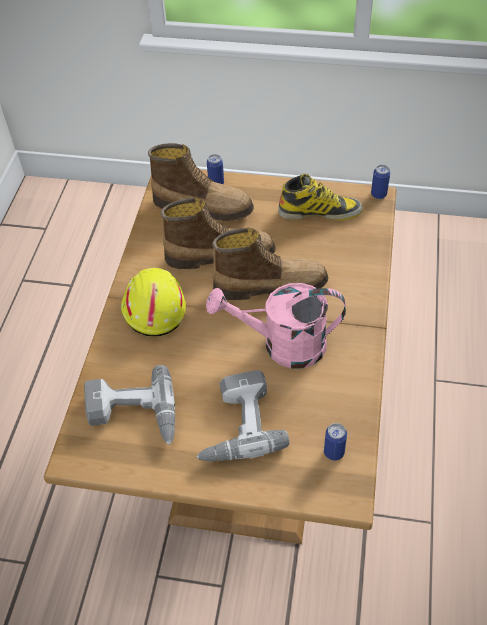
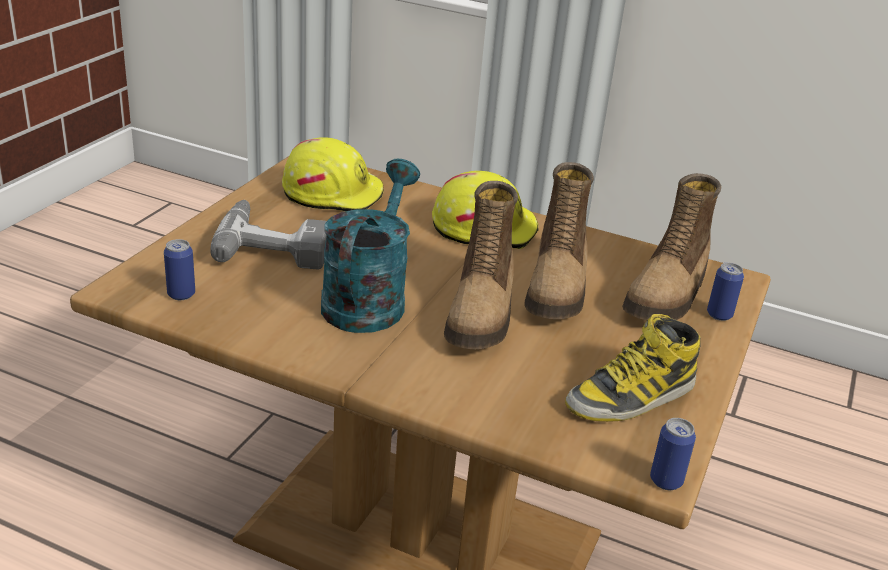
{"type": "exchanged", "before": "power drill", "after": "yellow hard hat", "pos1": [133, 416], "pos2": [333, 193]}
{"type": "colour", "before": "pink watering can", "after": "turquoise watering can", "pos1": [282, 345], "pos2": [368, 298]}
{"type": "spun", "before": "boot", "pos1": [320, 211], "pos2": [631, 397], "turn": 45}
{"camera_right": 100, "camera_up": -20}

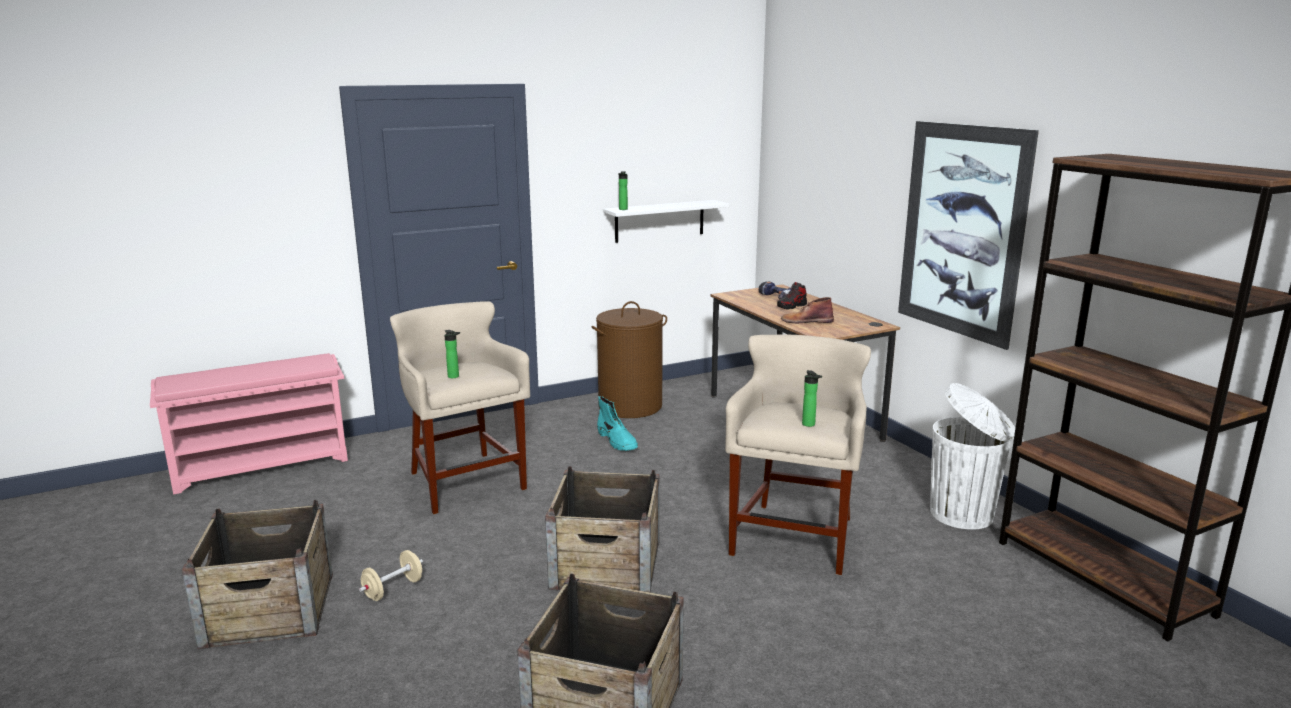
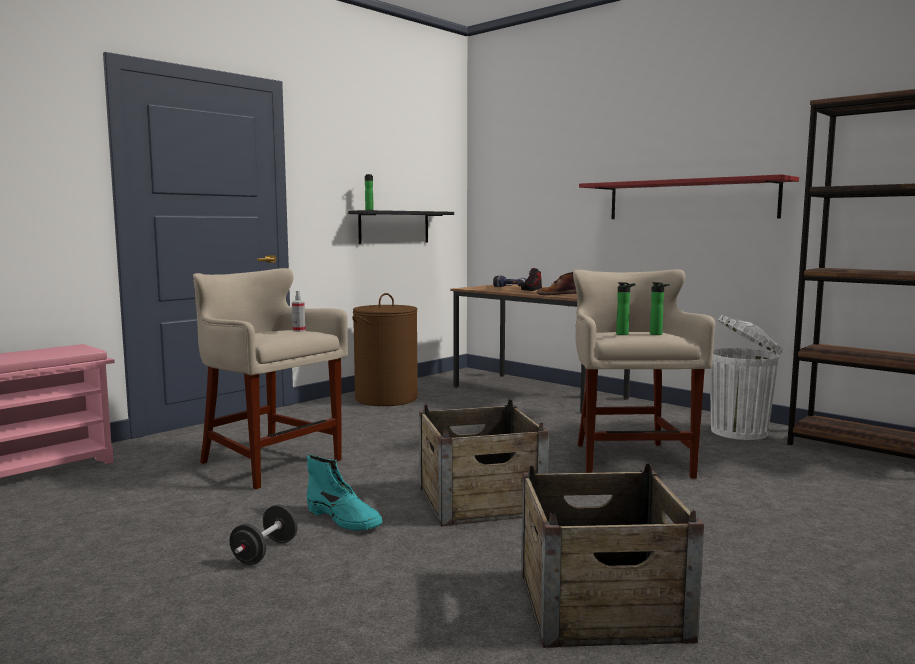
{"type": "colour", "before": "beige dumbbell", "after": "black dumbbell", "pos1": [393, 589], "pos2": [265, 552]}
{"type": "appeared", "after": "spray bottle", "pos2": [299, 330]}
{"type": "relocated", "before": "turquoise boot", "pos1": [617, 441], "pos2": [344, 519]}
{"type": "colour", "before": "white shelf", "after": "black shelf", "pos1": [659, 221], "pos2": [394, 227]}
{"type": "exchanged", "before": "picture", "after": "red shelf", "pos1": [961, 231], "pos2": [690, 200]}
{"type": "relocated", "before": "bottle", "pos1": [455, 377], "pos2": [624, 334]}
{"type": "missing", "before": "crate", "pos1": [269, 609]}
{"camera_right": -20, "camera_up": -10}

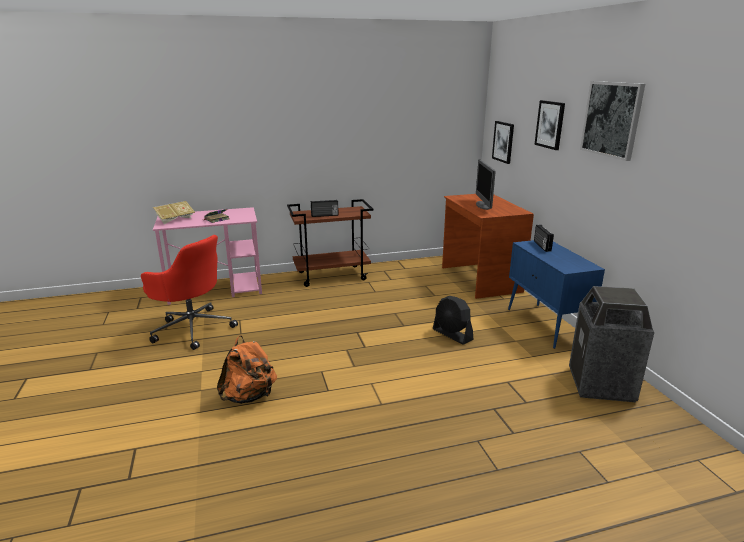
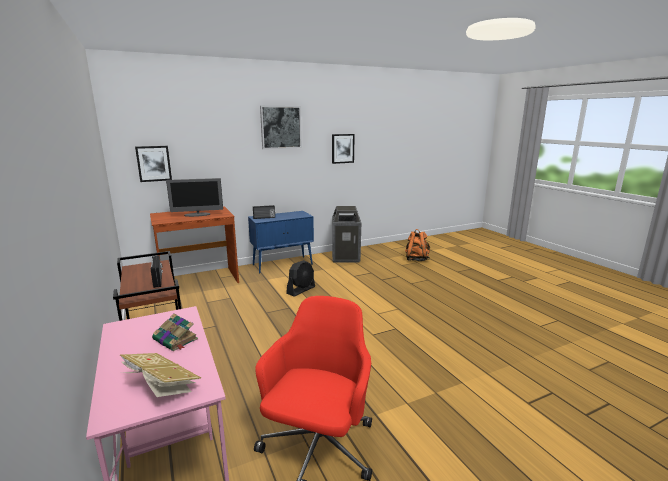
{"type": "relocated", "before": "picture", "pos1": [550, 124], "pos2": [342, 148]}
{"type": "relocated", "before": "orange backpack", "pos1": [249, 396], "pos2": [416, 259]}
{"camera_right": -100, "camera_up": -5}

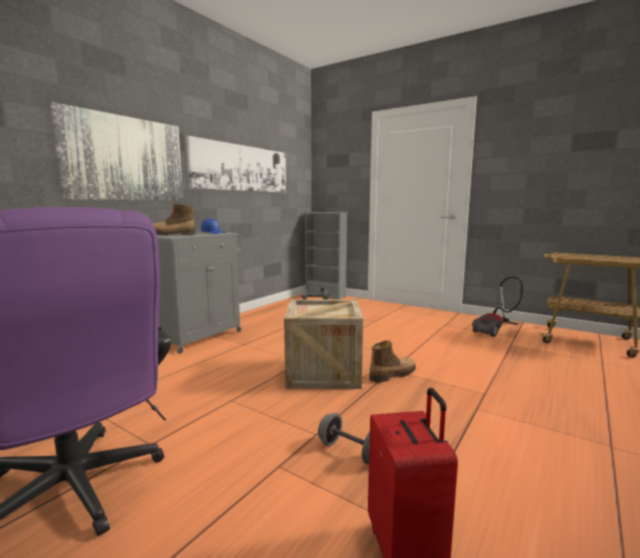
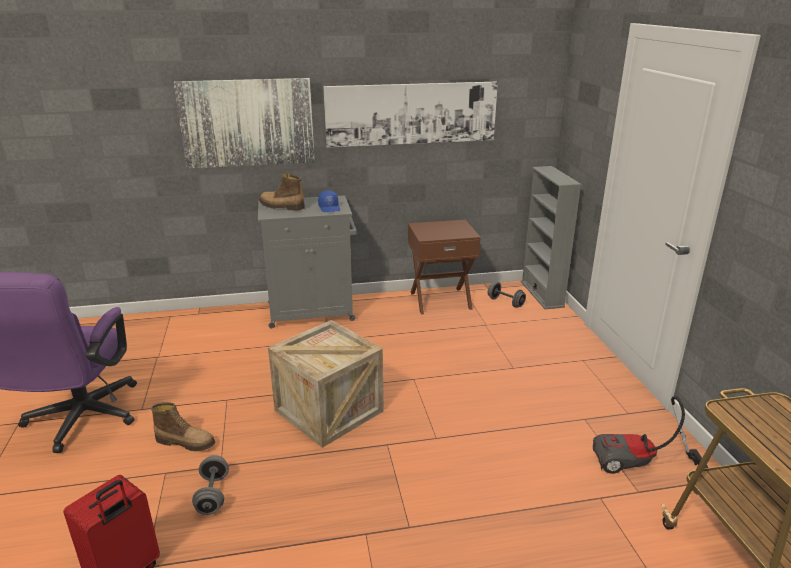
{"type": "relocated", "before": "boot", "pos1": [391, 375], "pos2": [186, 442]}
{"type": "appeared", "after": "brown nightstand", "pos2": [440, 300]}
{"camera_right": 45, "camera_up": 15}

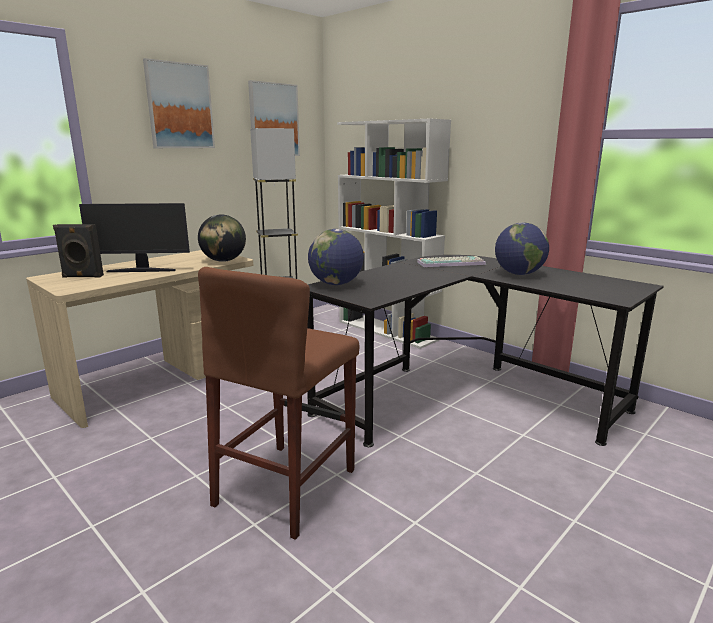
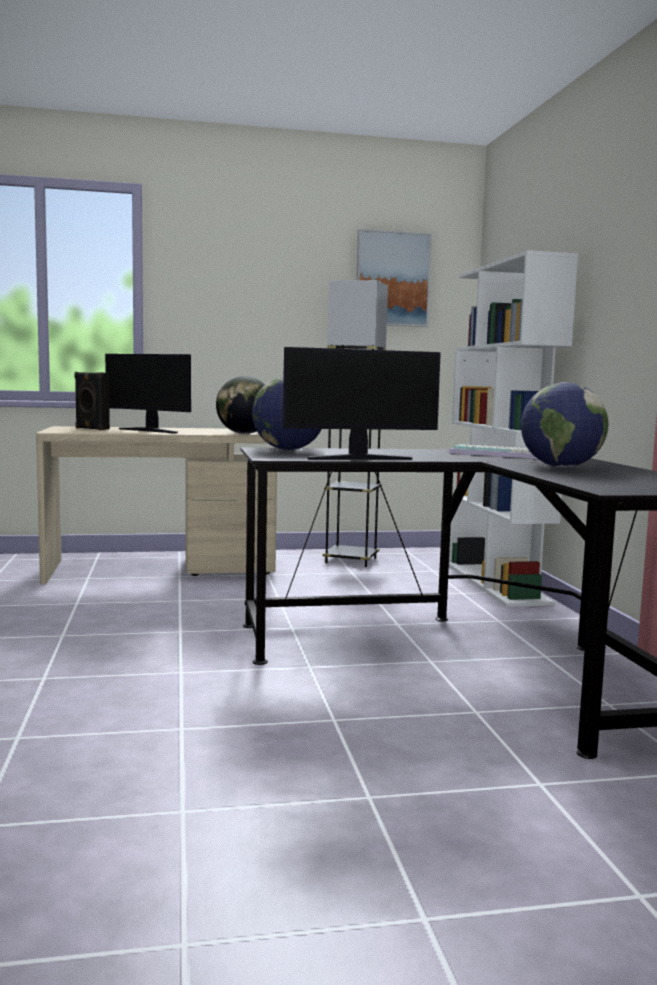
{"type": "appeared", "after": "monitor", "pos2": [359, 458]}
{"type": "missing", "before": "picture", "pos1": [179, 106]}
{"type": "missing", "before": "brown stool", "pos1": [286, 487]}
{"camera_right": 35, "camera_up": -10}

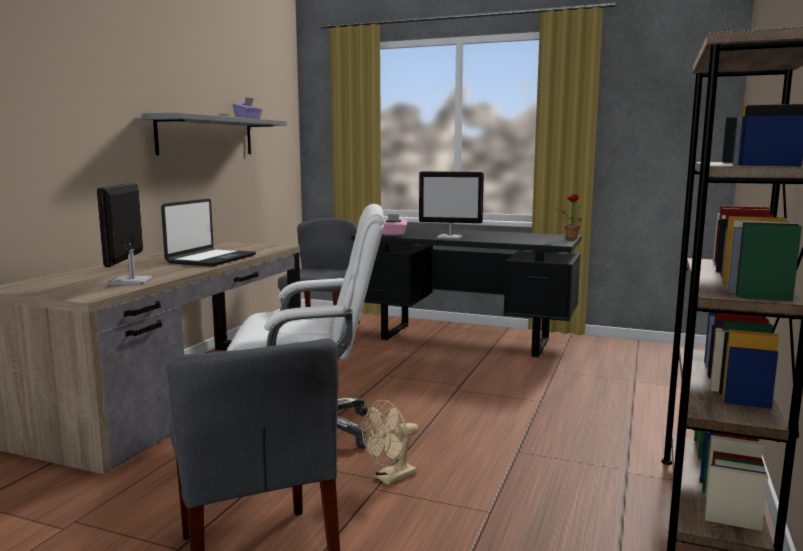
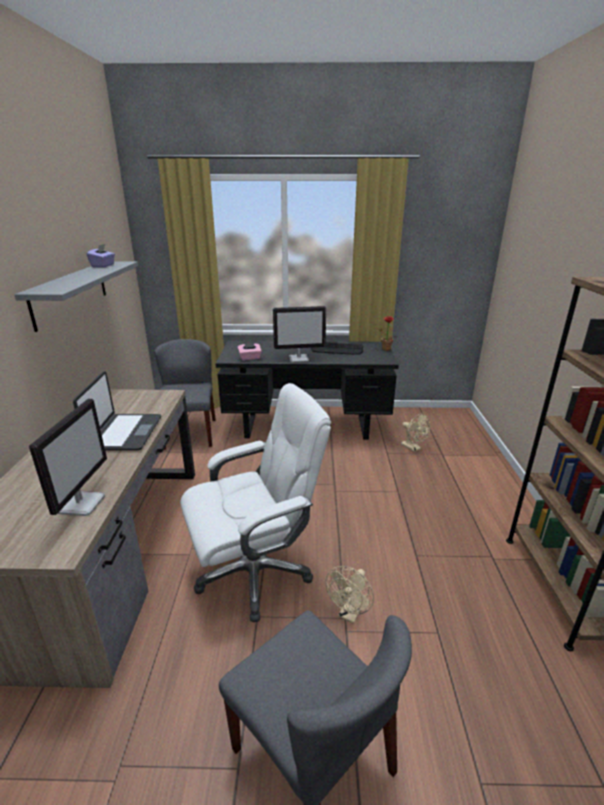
{"type": "spun", "before": "monitor", "pos1": [130, 281], "pos2": [82, 503], "turn": -150}
{"type": "appeared", "after": "keyboard", "pos2": [337, 349]}
{"type": "appeared", "after": "beige fan", "pos2": [413, 448]}
{"camera_right": -20, "camera_up": 15}

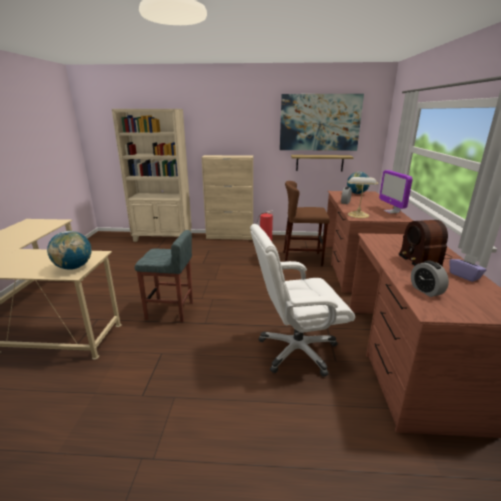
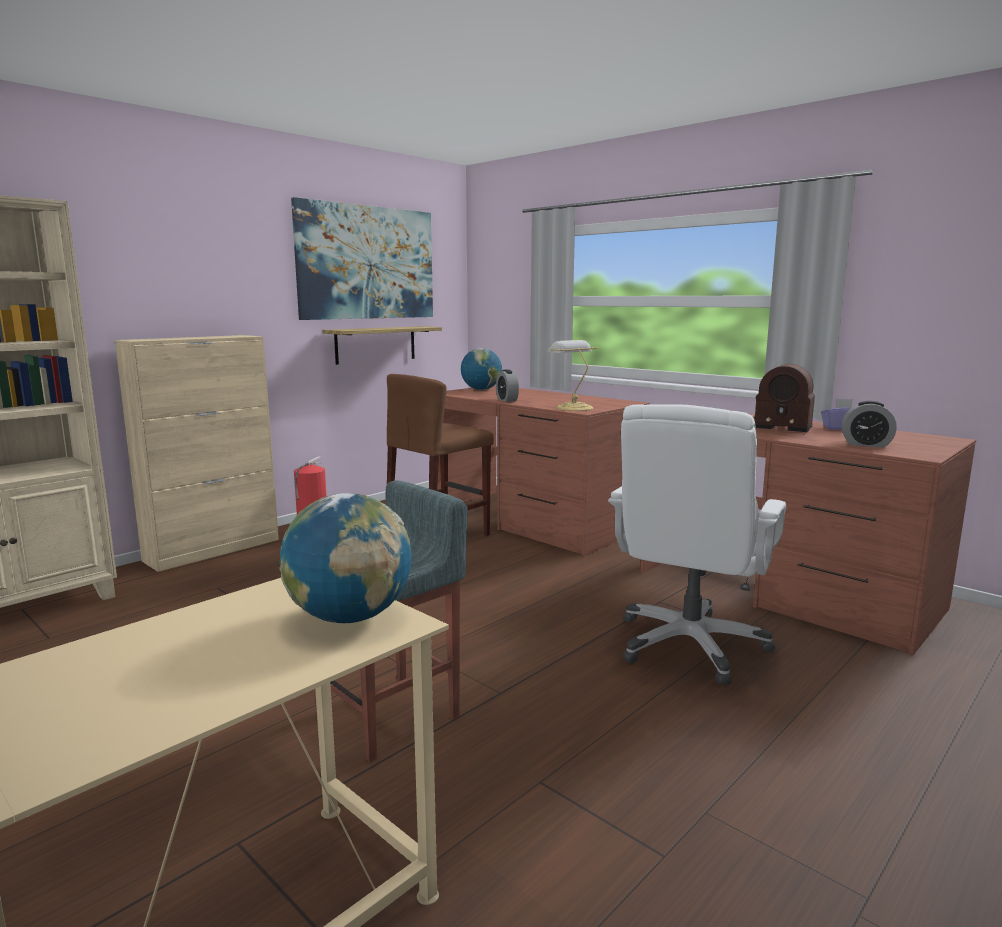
{"type": "missing", "before": "monitor", "pos1": [391, 211]}
{"camera_right": -50, "camera_up": -10}

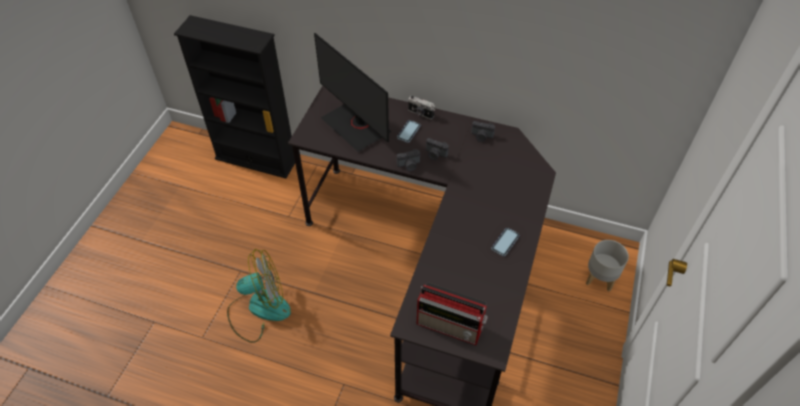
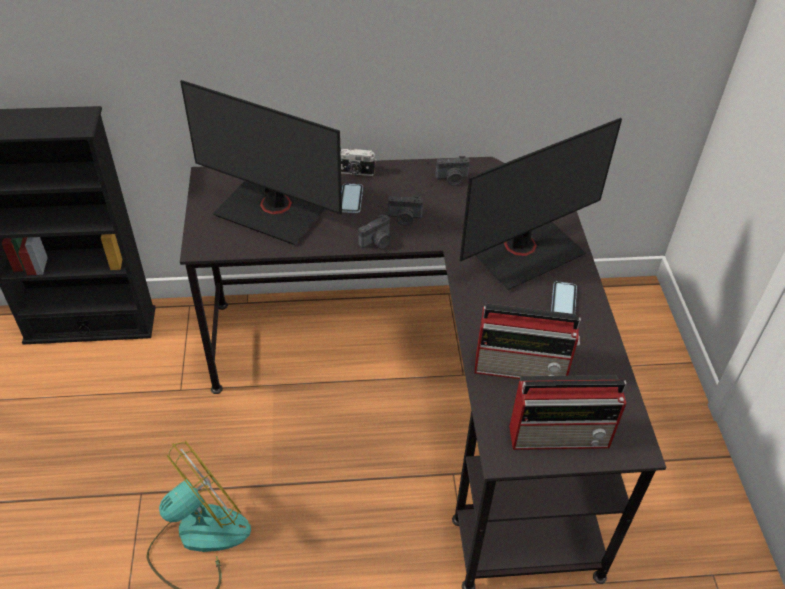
{"type": "appeared", "after": "monitor", "pos2": [524, 251]}
{"type": "appeared", "after": "radio", "pos2": [522, 367]}
{"type": "missing", "before": "grey planter", "pos1": [599, 279]}
{"camera_right": -25, "camera_up": -5}

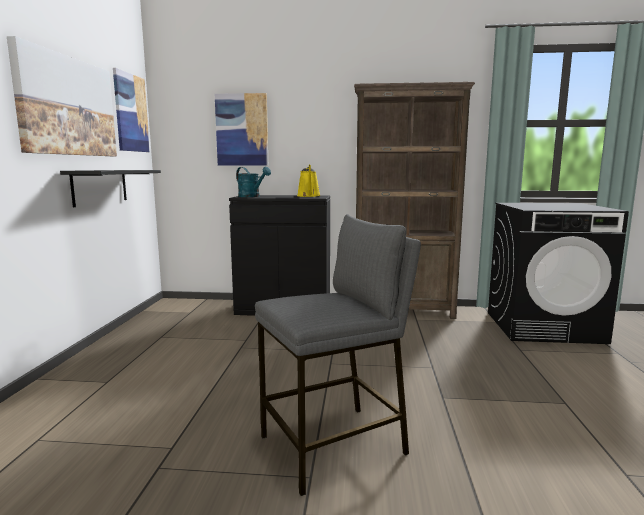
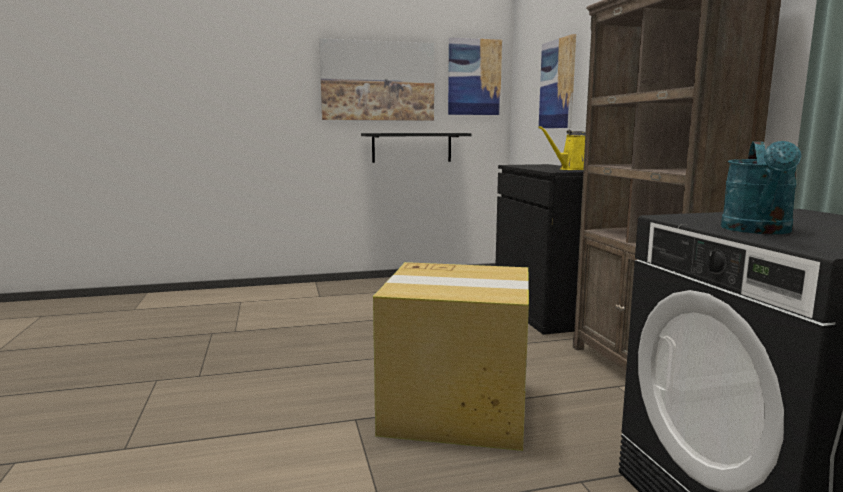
{"type": "appeared", "after": "cardboard box", "pos2": [458, 408]}
{"type": "relocated", "before": "turquoise watering can", "pos1": [252, 196], "pos2": [758, 231]}
{"type": "missing", "before": "grey stool", "pos1": [334, 446]}
{"camera_right": 70, "camera_up": 0}

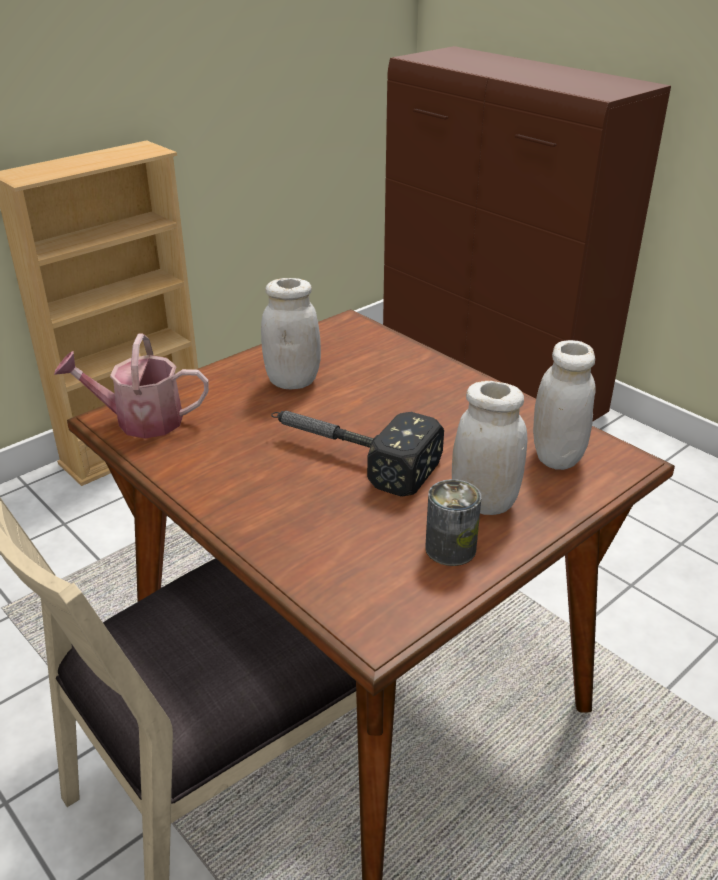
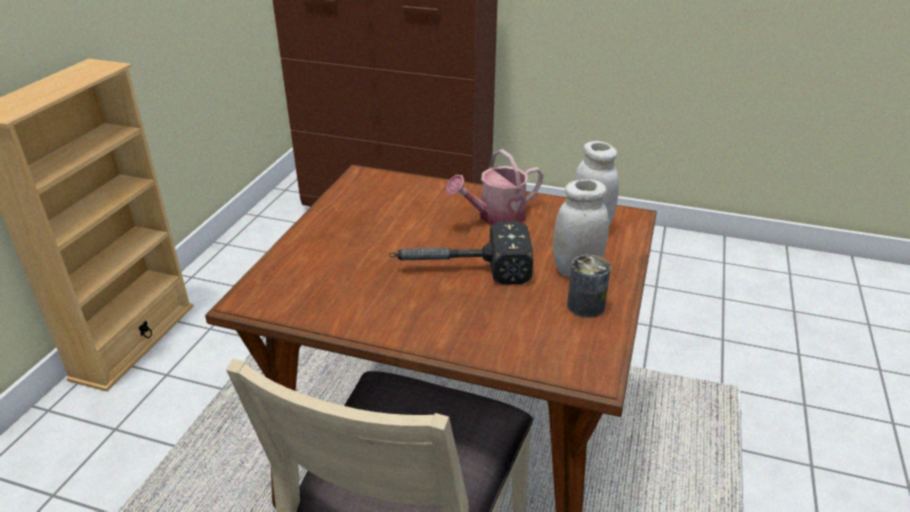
{"type": "relocated", "before": "watering can", "pos1": [140, 421], "pos2": [496, 217]}
{"type": "missing", "before": "white jar", "pos1": [293, 381]}
{"camera_right": -30, "camera_up": 0}

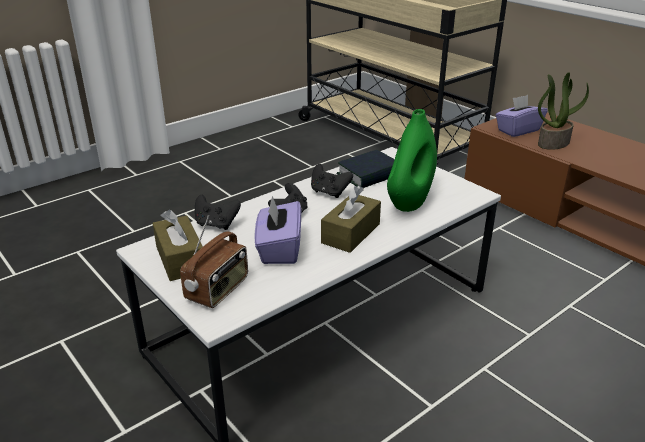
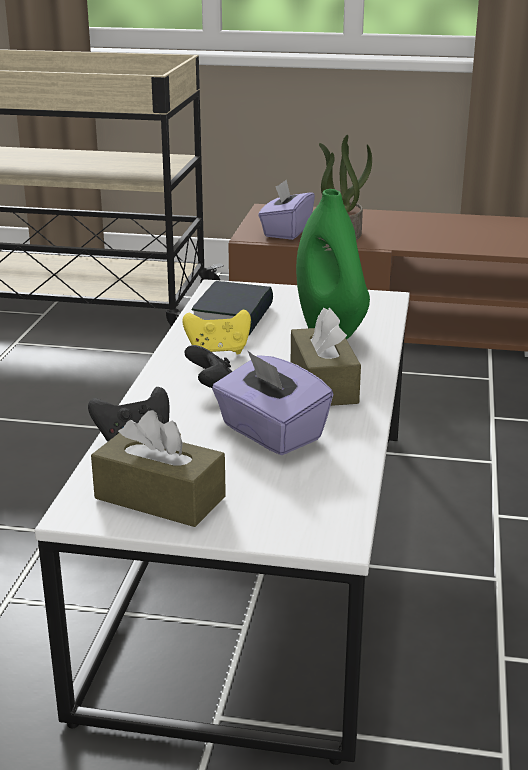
{"type": "colour", "before": "black game controller", "after": "yellow game controller", "pos1": [329, 192], "pos2": [218, 351]}
{"type": "missing", "before": "radio", "pos1": [218, 290]}
{"camera_right": -40, "camera_up": -5}

